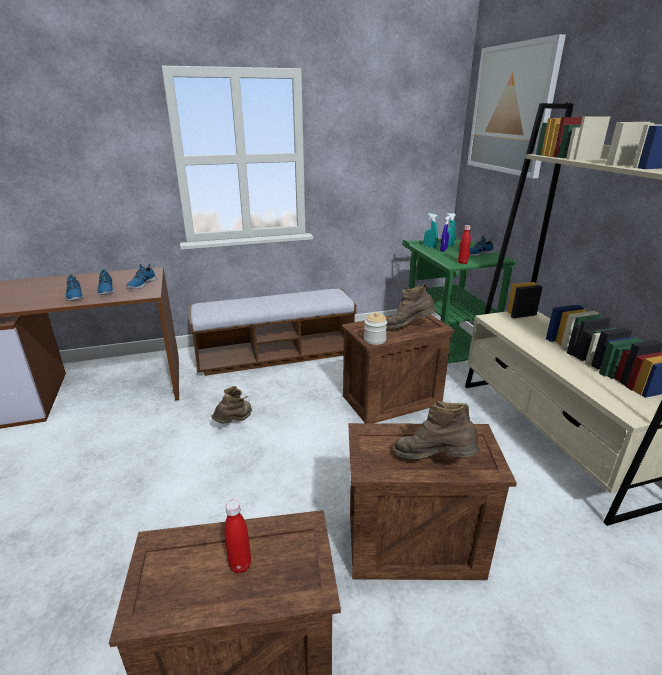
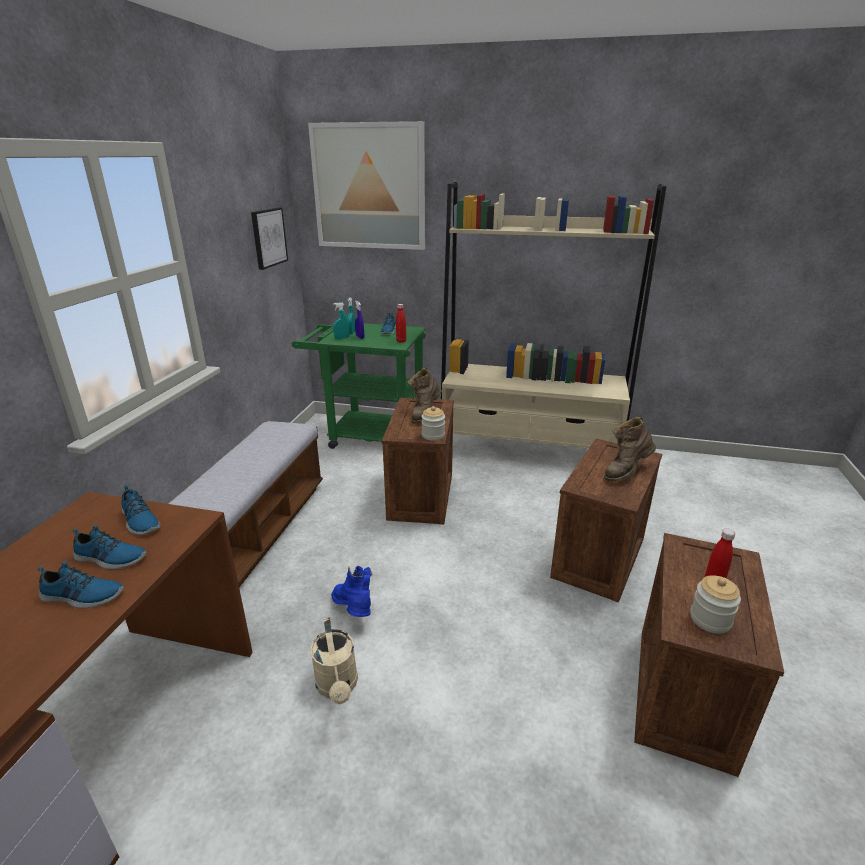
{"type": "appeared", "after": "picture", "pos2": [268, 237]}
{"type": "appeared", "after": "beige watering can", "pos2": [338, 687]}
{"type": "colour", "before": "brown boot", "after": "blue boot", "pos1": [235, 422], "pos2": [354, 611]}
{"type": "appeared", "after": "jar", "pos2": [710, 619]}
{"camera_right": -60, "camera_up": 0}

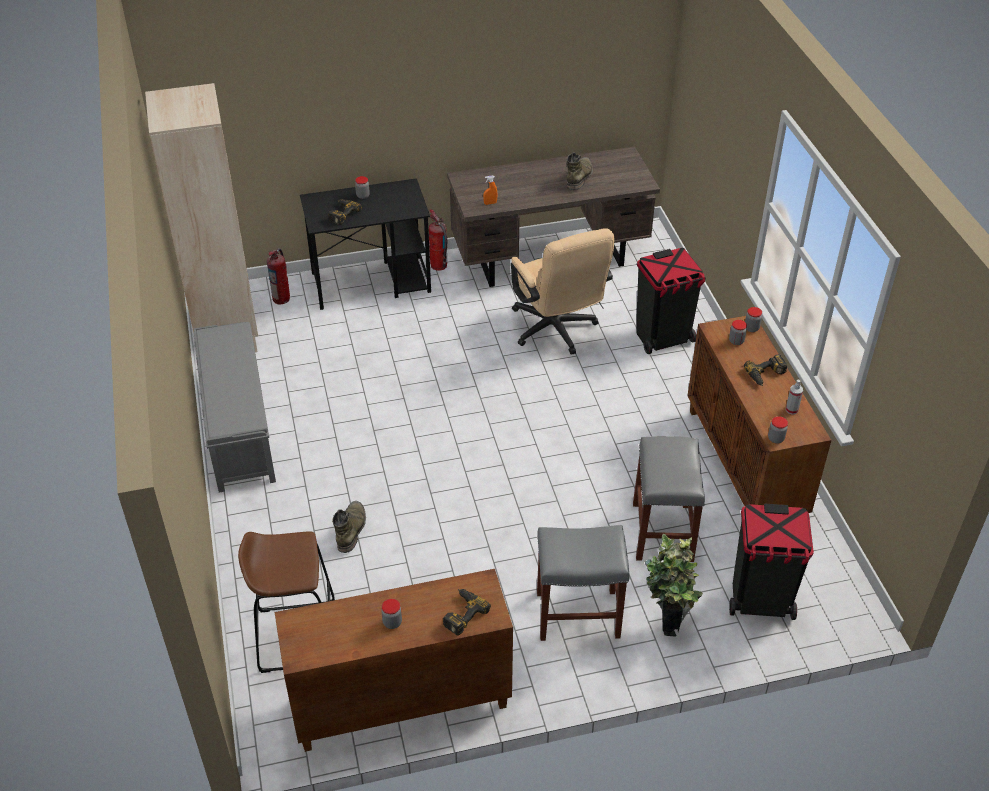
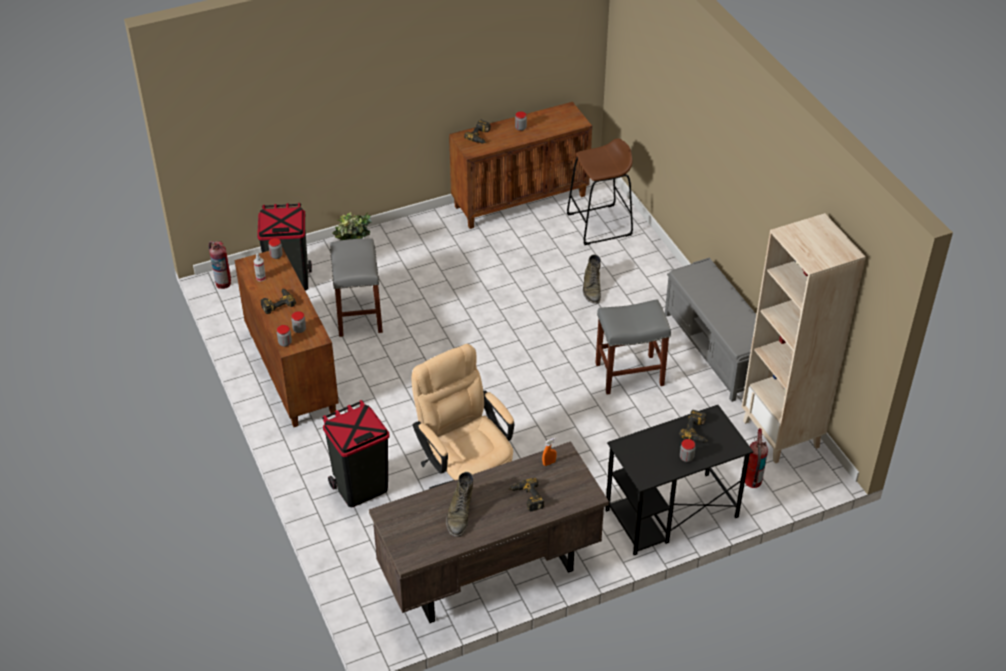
{"type": "relocated", "before": "fire extinguisher", "pos1": [438, 266], "pos2": [223, 283]}
{"type": "appeared", "after": "power drill", "pos2": [526, 498]}
{"type": "relocated", "before": "grey stool", "pos1": [576, 615], "pos2": [630, 374]}
{"camera_right": 170, "camera_up": 0}

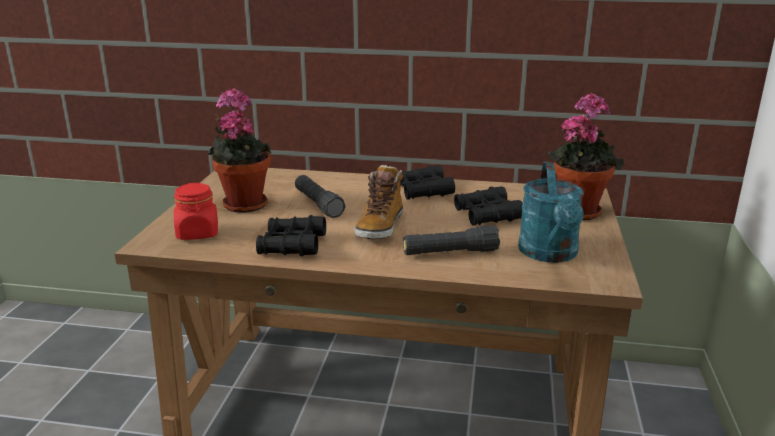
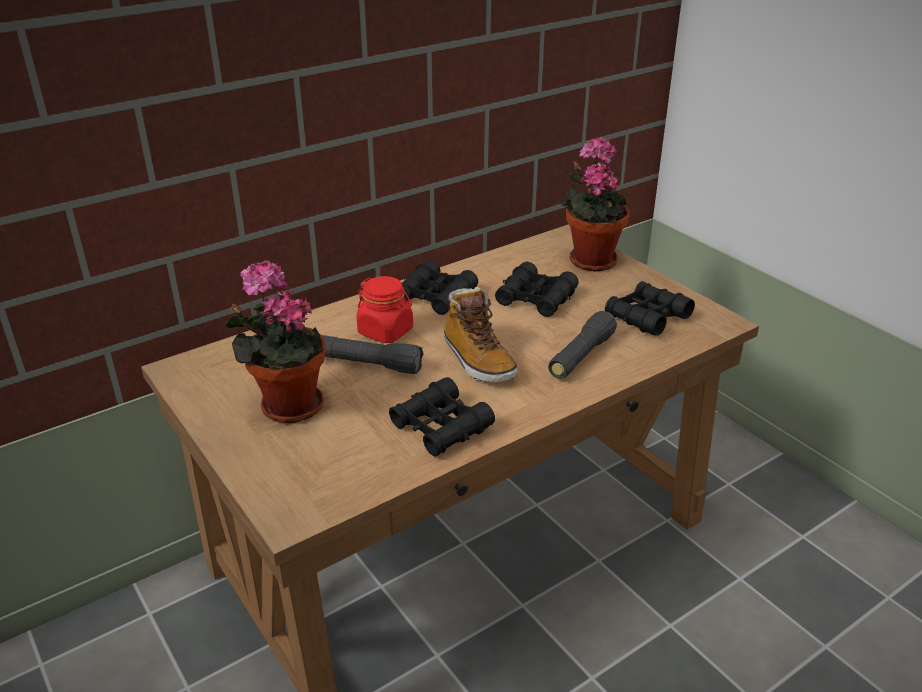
{"type": "relocated", "before": "red jar", "pos1": [197, 233], "pos2": [386, 331]}
{"type": "exchanged", "before": "turquoise watering can", "after": "black binoculars", "pos1": [550, 254], "pos2": [647, 317]}
{"camera_right": -45, "camera_up": 10}

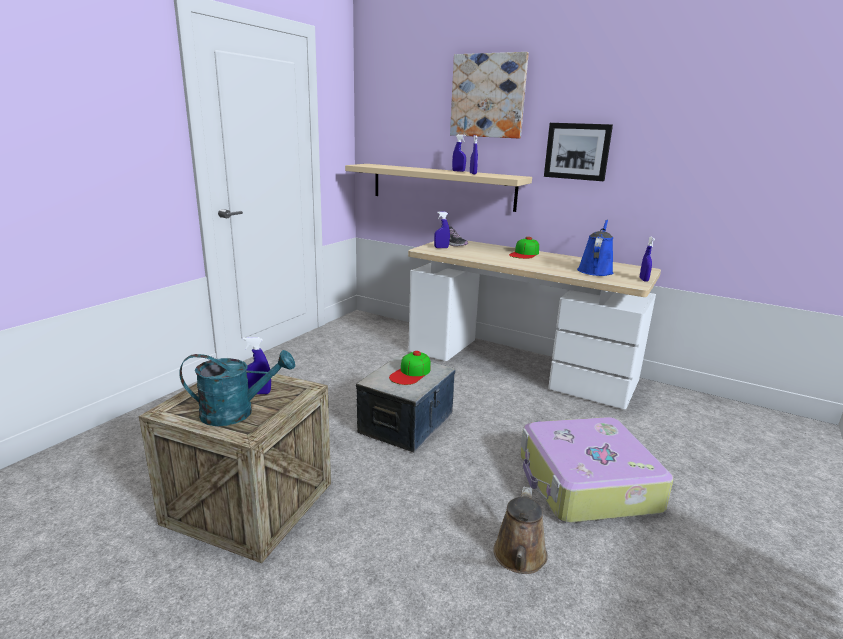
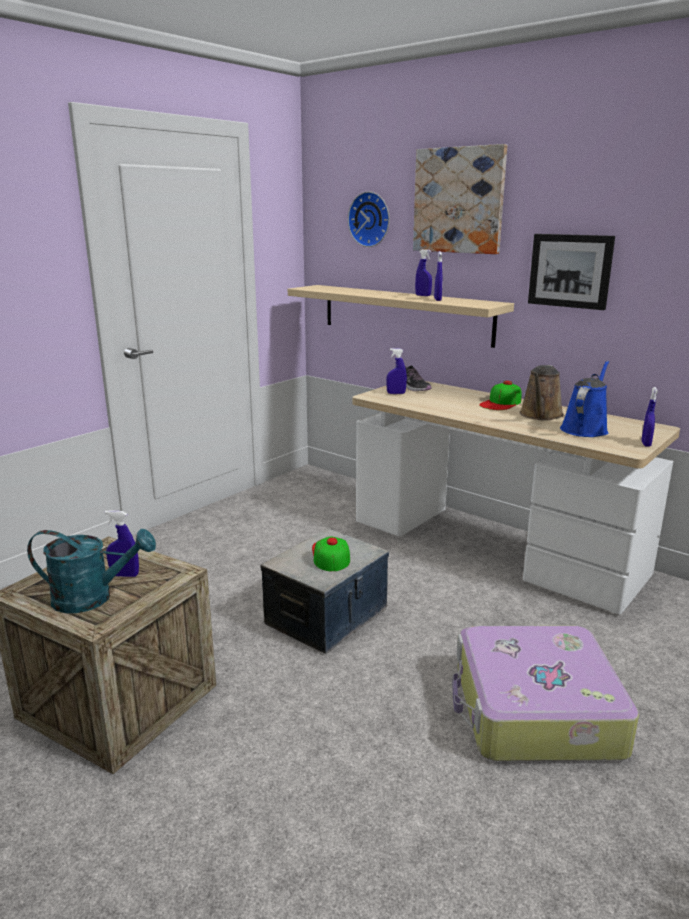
{"type": "spun", "before": "cap", "pos1": [411, 373], "pos2": [330, 555], "turn": 135}
{"type": "appeared", "after": "wall clock", "pos2": [370, 219]}
{"type": "relocated", "before": "brown watering can", "pos1": [519, 558], "pos2": [540, 415]}
{"camera_right": 10, "camera_up": 0}

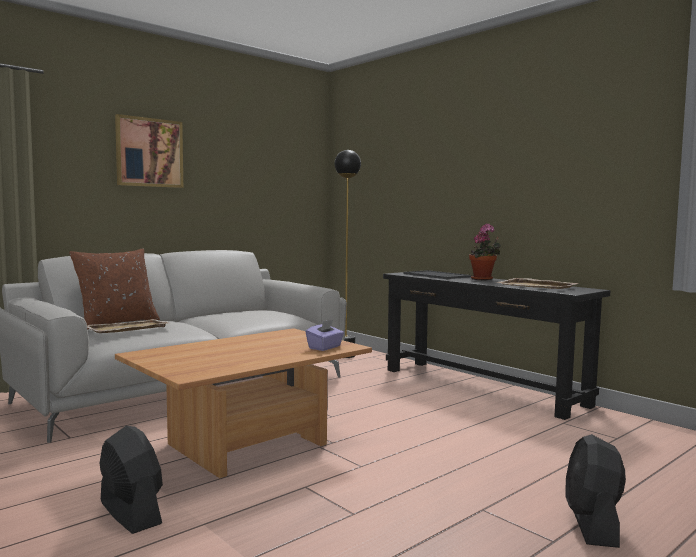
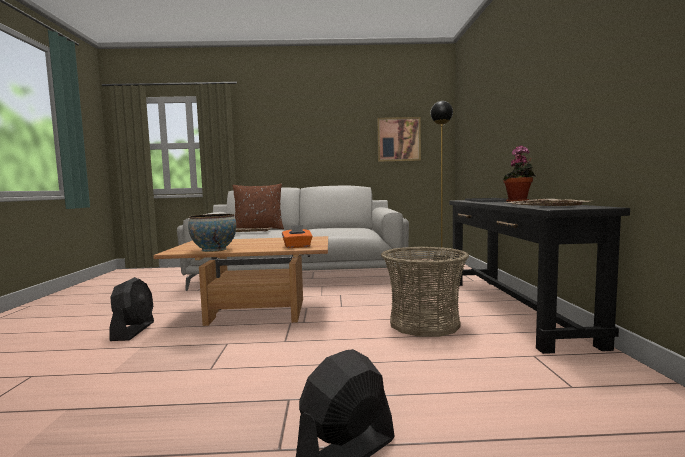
{"type": "appeared", "after": "bowl", "pos2": [214, 250]}
{"type": "colour", "before": "purple tissue box", "after": "orange tissue box", "pos1": [325, 347], "pos2": [297, 246]}
{"type": "relocated", "before": "picture", "pos1": [149, 152], "pos2": [398, 139]}
{"type": "appeared", "after": "basket", "pos2": [424, 323]}
{"camera_right": 40, "camera_up": 0}

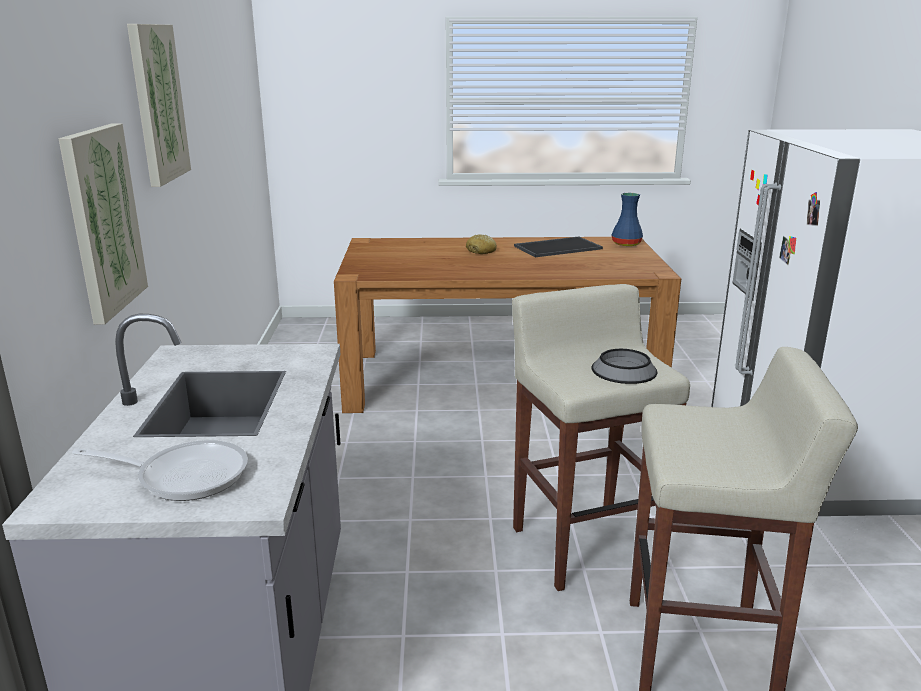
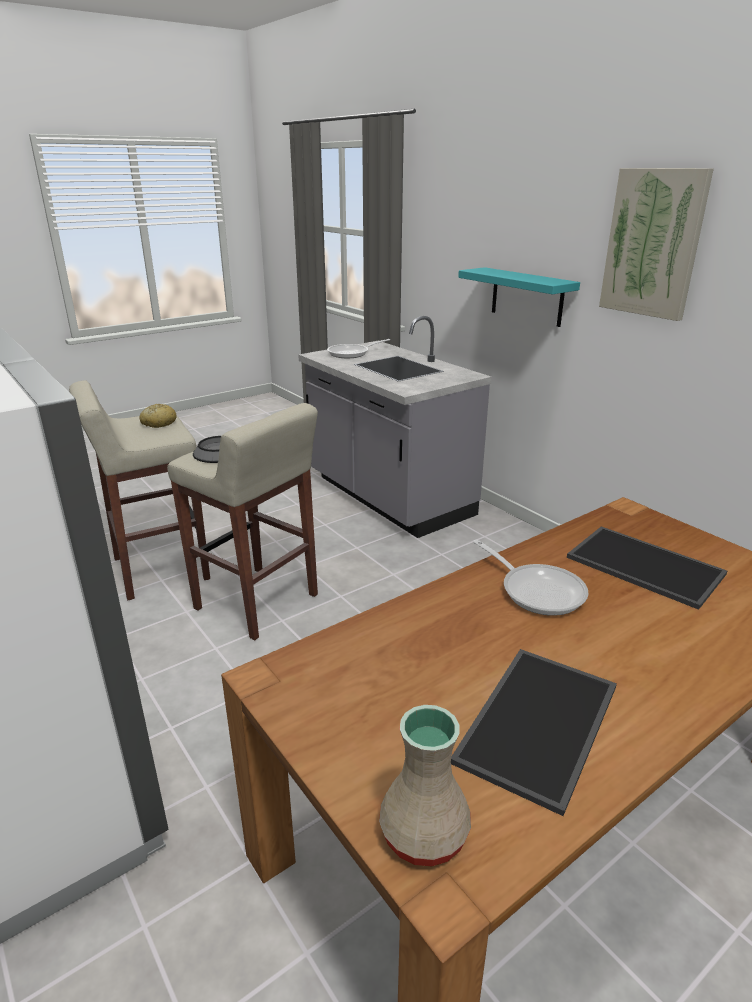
{"type": "relocated", "before": "bread", "pos1": [481, 251], "pos2": [158, 423]}
{"type": "colour", "before": "blue vase", "after": "beige vase", "pos1": [627, 244], "pos2": [422, 835]}
{"type": "exchanged", "before": "picture", "after": "turquoise shelf", "pos1": [102, 221], "pos2": [527, 296]}
{"type": "appeared", "after": "frying pan", "pos2": [537, 590]}
{"type": "appeared", "after": "tray", "pos2": [642, 566]}
{"camera_right": 145, "camera_up": 5}

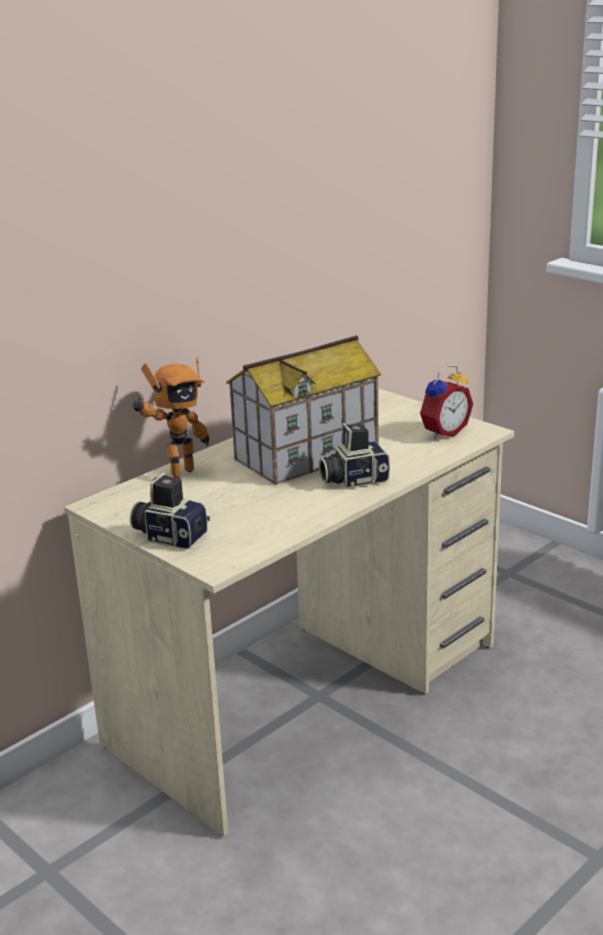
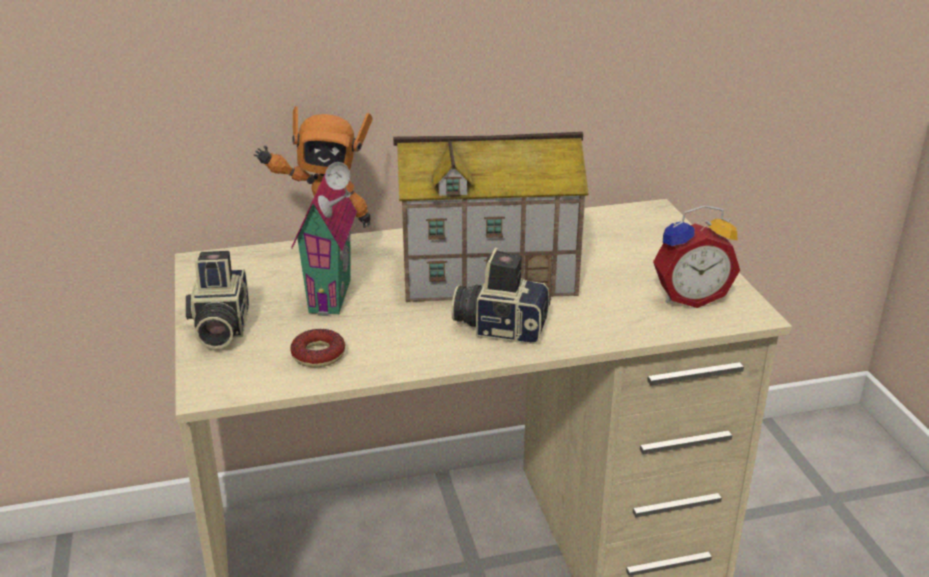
{"type": "spun", "before": "photo camera", "pos1": [170, 536], "pos2": [219, 328], "turn": -150}
{"type": "appeared", "after": "donut", "pos2": [318, 354]}
{"type": "appeared", "after": "toy house", "pos2": [335, 296]}
{"camera_right": 30, "camera_up": 5}

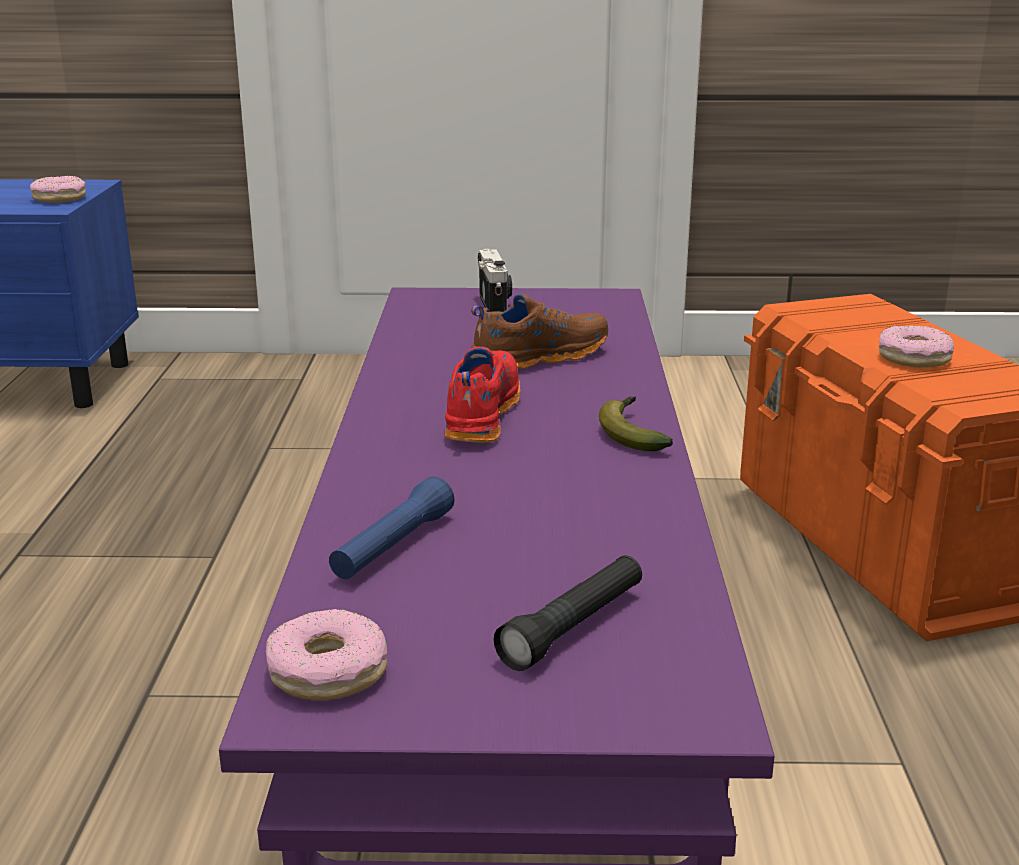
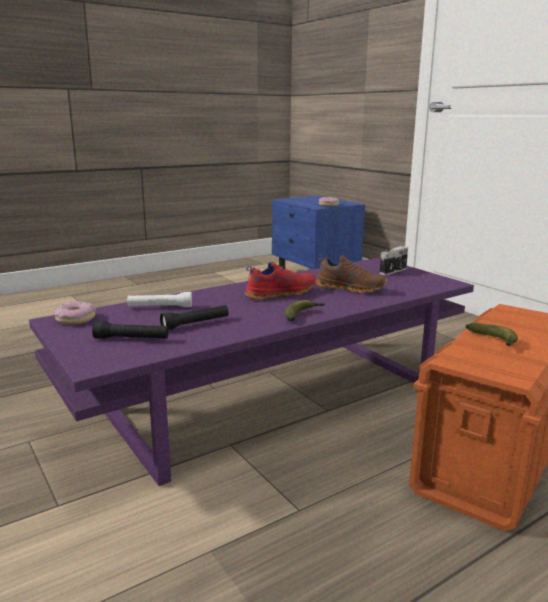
{"type": "colour", "before": "blue flashlight", "after": "white flashlight", "pos1": [393, 546], "pos2": [160, 307]}
{"type": "appeared", "after": "black flashlight", "pos2": [195, 324]}
{"type": "exchanged", "before": "donut", "after": "banana", "pos1": [914, 358], "pos2": [494, 341]}
{"camera_right": 55, "camera_up": -5}

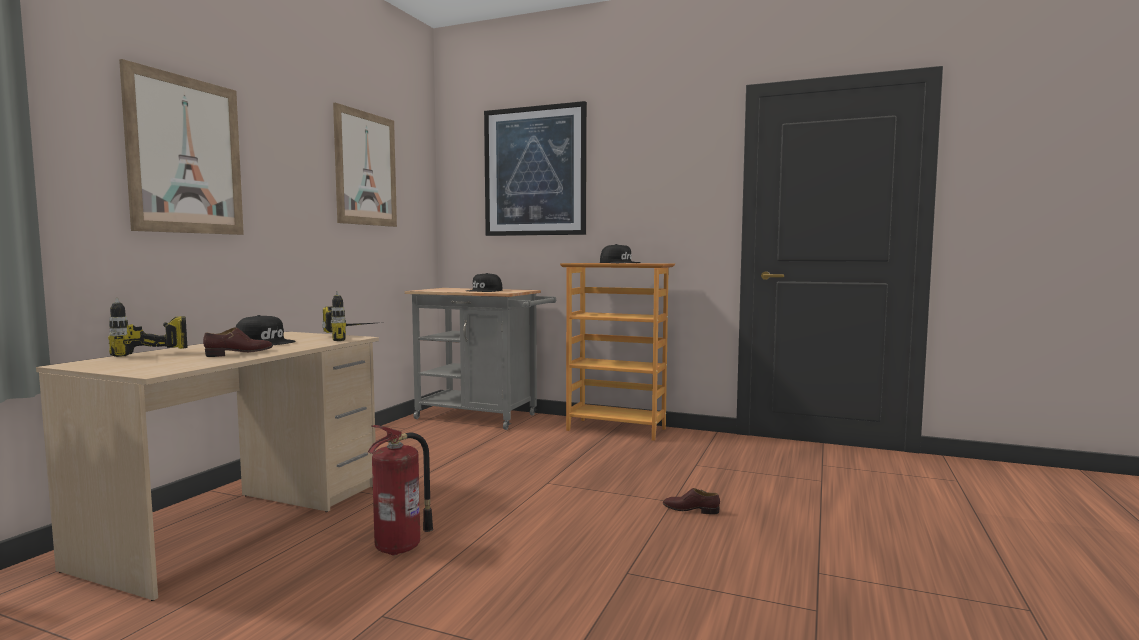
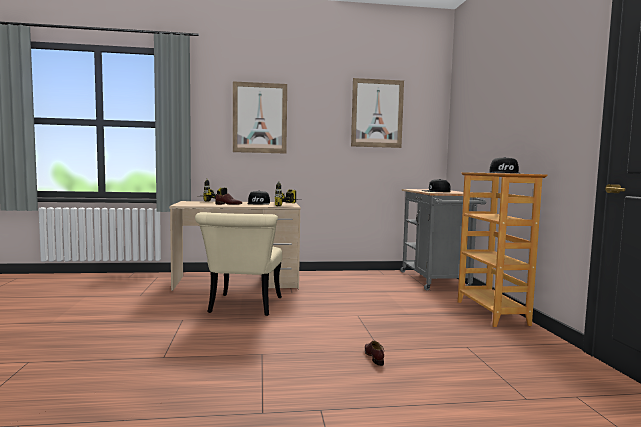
{"type": "exchanged", "before": "fire extinguisher", "after": "beige chair", "pos1": [401, 546], "pos2": [243, 307]}
{"type": "missing", "before": "picture", "pos1": [534, 171]}
{"camera_right": 60, "camera_up": 0}

